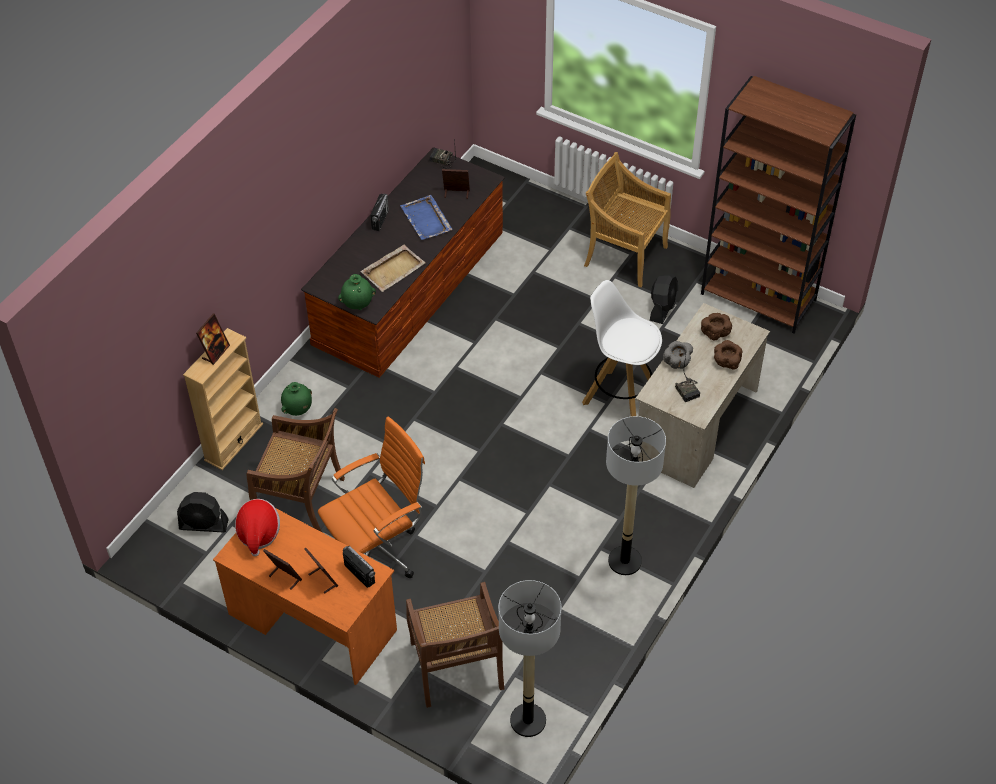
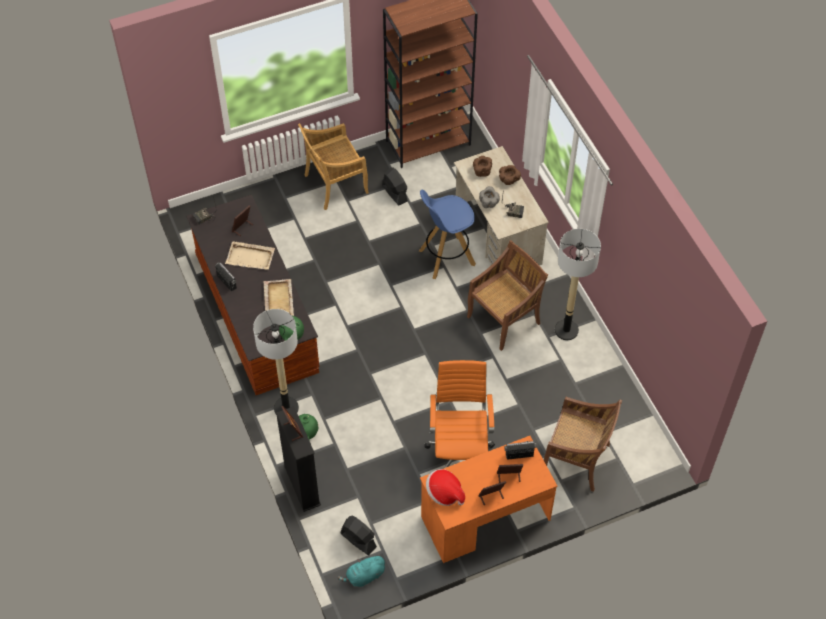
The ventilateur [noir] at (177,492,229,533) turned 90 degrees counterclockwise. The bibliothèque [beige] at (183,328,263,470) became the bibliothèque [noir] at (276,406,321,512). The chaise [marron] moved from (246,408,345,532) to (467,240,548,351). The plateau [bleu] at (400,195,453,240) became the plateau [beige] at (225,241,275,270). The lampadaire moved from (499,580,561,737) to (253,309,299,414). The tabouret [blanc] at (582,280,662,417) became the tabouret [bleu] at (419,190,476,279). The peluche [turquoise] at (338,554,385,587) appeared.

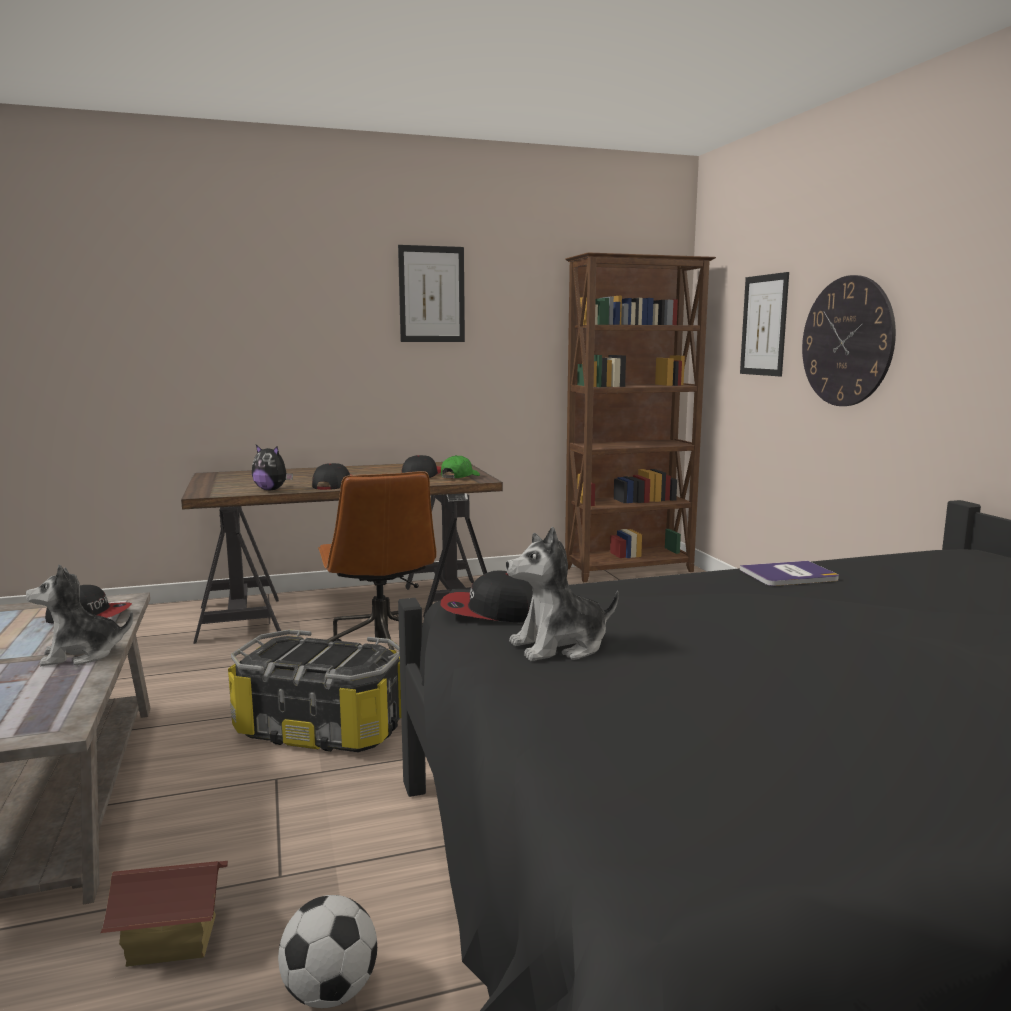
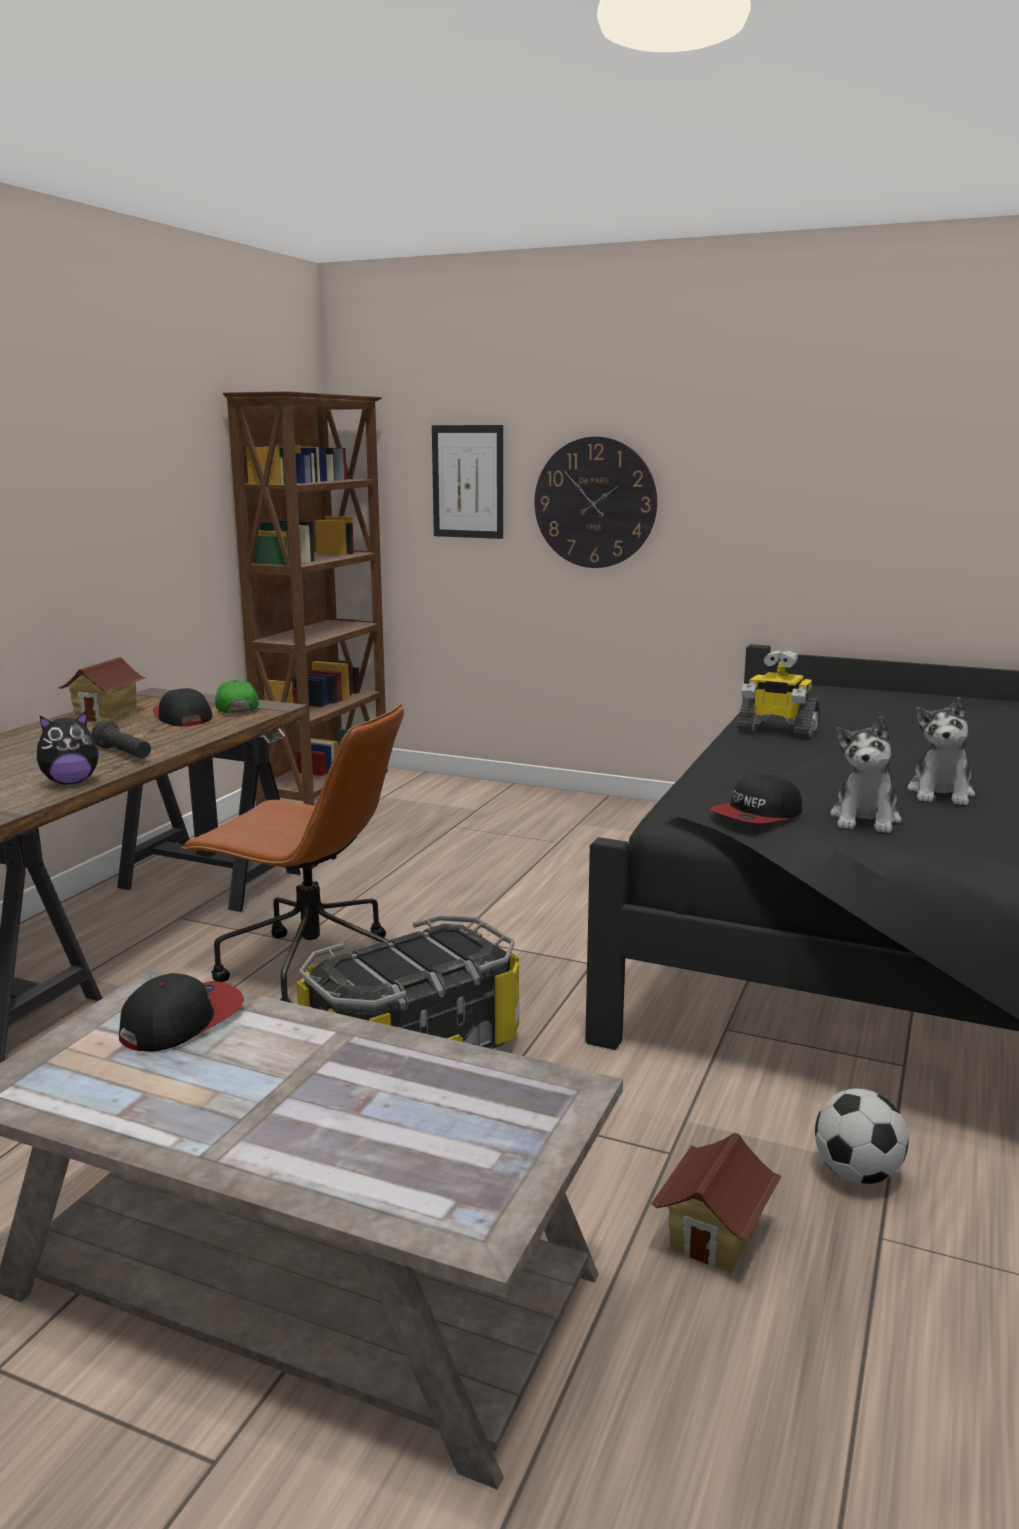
The peluche moved from (26,564,133,666) to (907,697,975,806). The casquette at (312,463,350,490) was replaced by the lampe de poche [noir] at (91,721,151,758). The tableau at (398,245,465,342) disappeared. The livre at (740,561,839,586) was replaced by the robot jouet at (737,650,820,739). The maison miniature at (58,657,147,722) appeared.

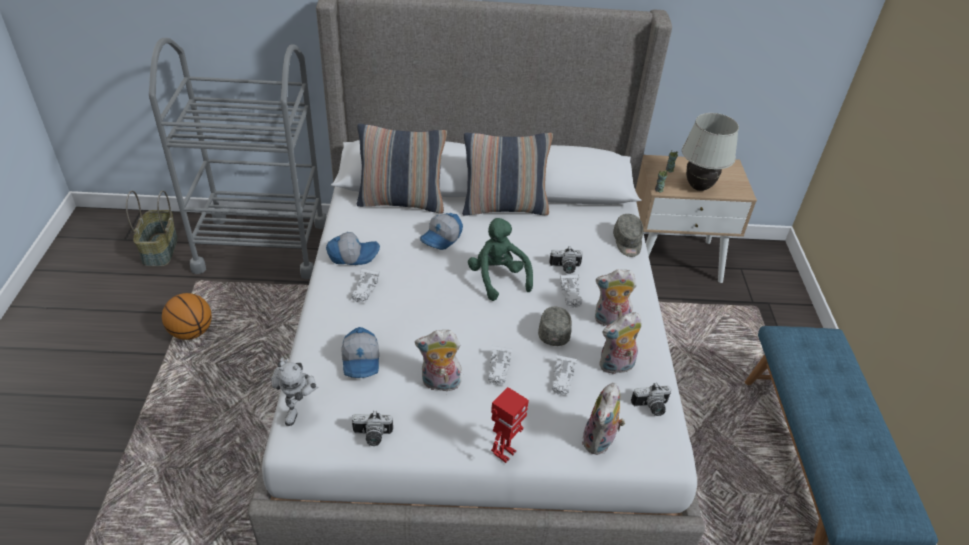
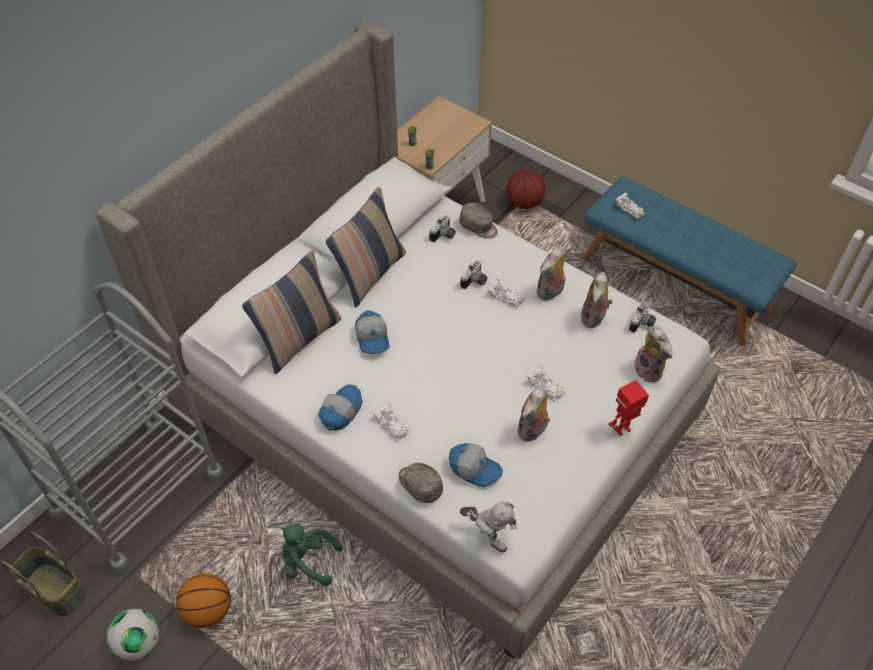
The appareil photo moved from (352,411,393,446) to (429,215,456,242). The peluche [vert] moved from (468,218,533,301) to (280,523,343,586). The robot jouet at (491,387,529,463) turned 105 degrees counterclockwise. The casquette [gris] moved from (538,307,572,346) to (398,463,443,503). The petite voiture [blanc] moved from (552,355,577,396) to (615,192,645,219). The lampe de table [blanc] at (682,113,739,191) disappeared. The ballon de foot at (107,609,159,661) appeared. The ballon de basket at (506,169,546,209) appeared.

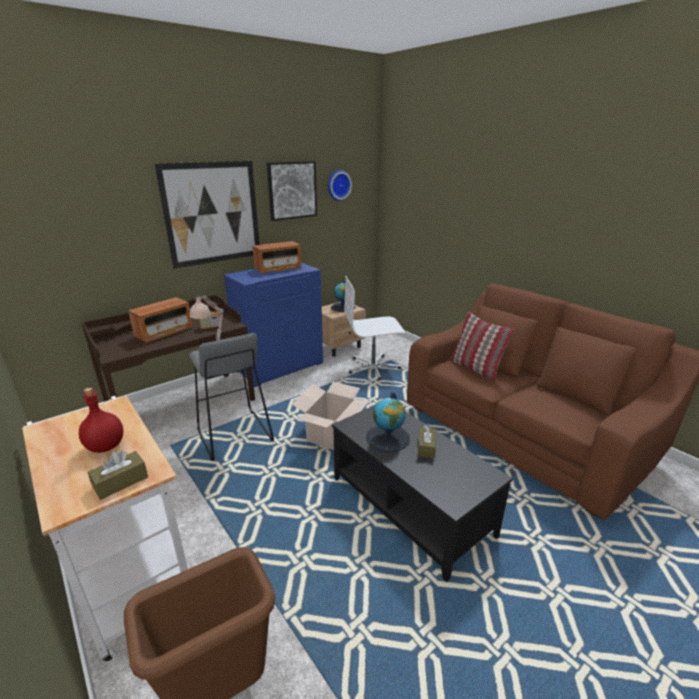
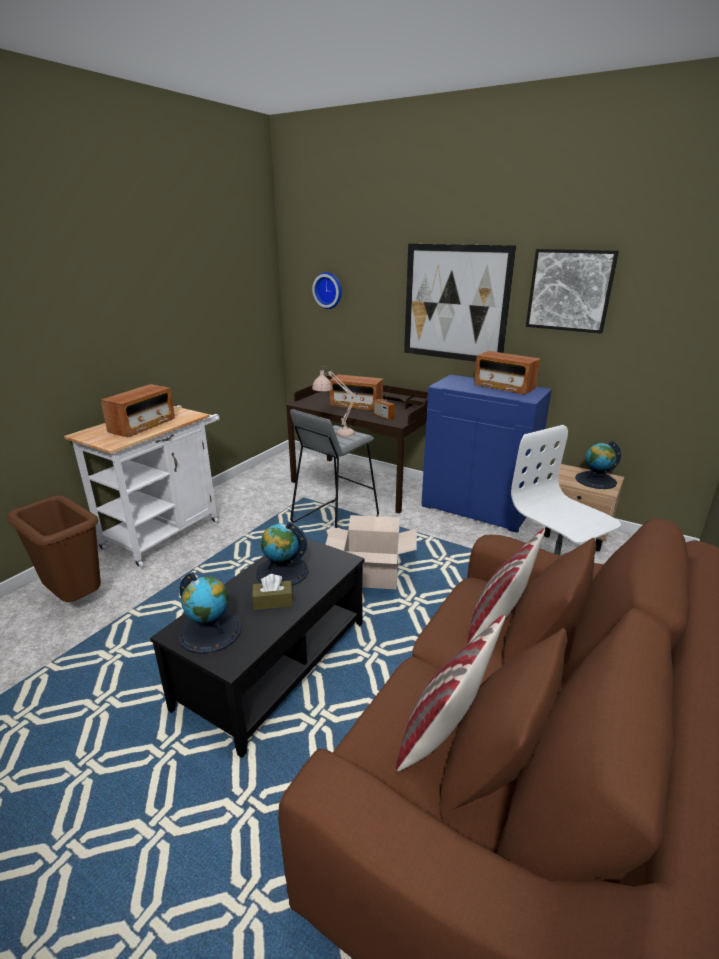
The bouteille [rouge] at (79,388,123,453) was replaced by the radio at (100,384,175,437). The boîte à mouchoirs [marron] at (88,450,148,500) disappeared. The horloge murale moved from (328,170,352,201) to (312,272,342,309). The globe at (178,572,242,654) appeared. The coussin at (396,615,505,771) appeared.

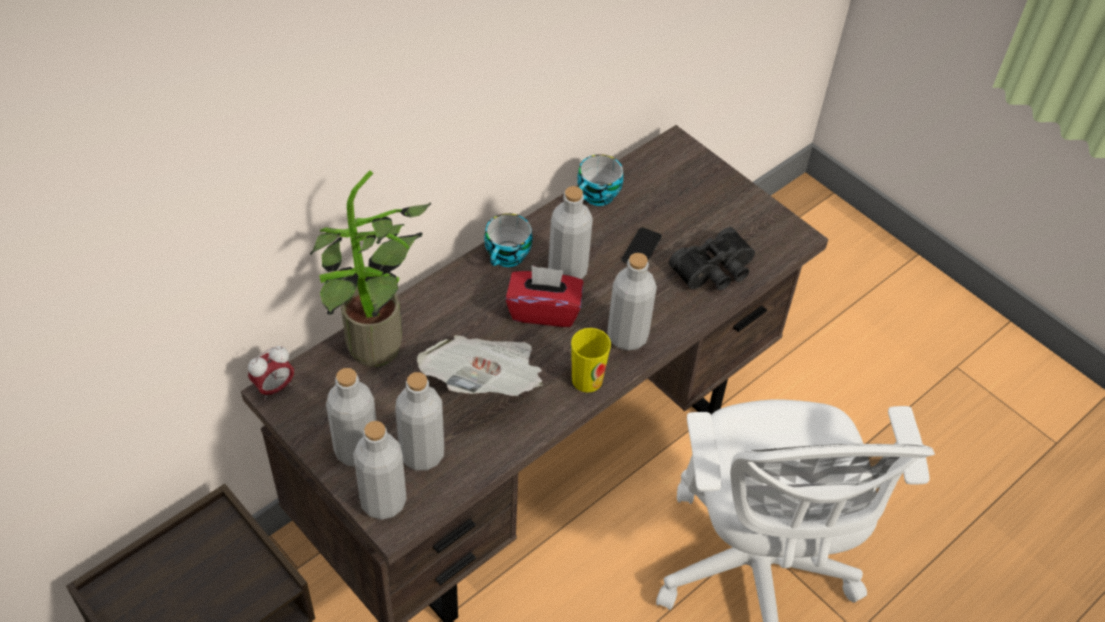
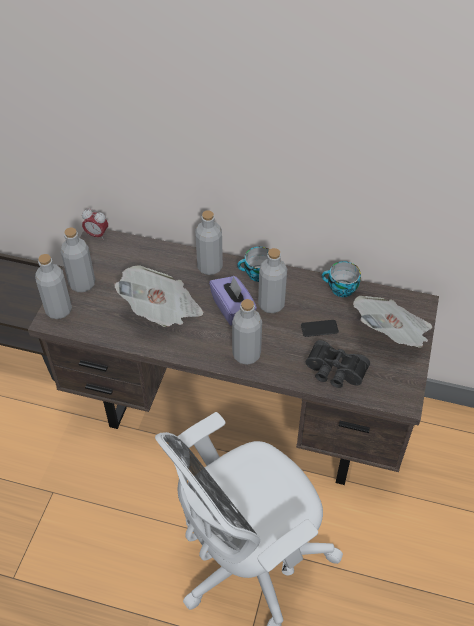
The plante en pot at (310,171,431,367) disappeared. The bouteille [gris] moved from (395,372,444,470) to (195,210,223,275). The boîte à mouchoirs [rouge] at (505,265,583,327) became the boîte à mouchoirs [violet] at (209,276,257,326). The tasse at (571,328,611,392) disappeared. The journal at (353,296,432,348) appeared.

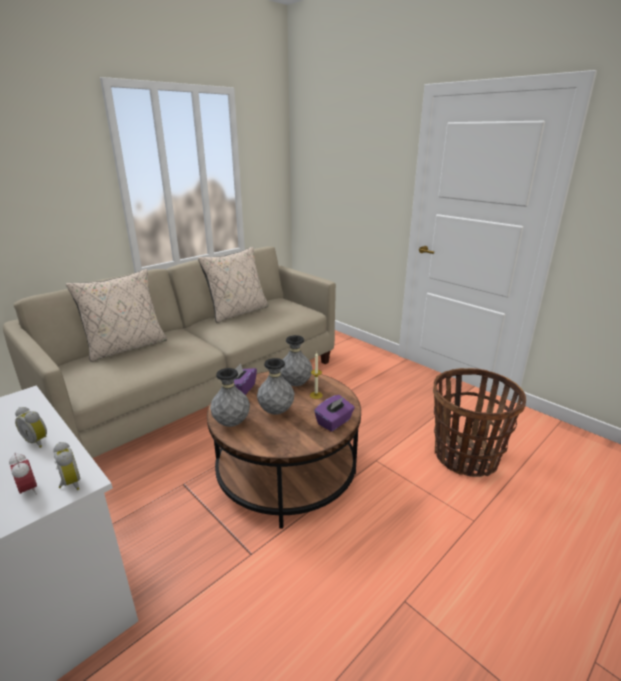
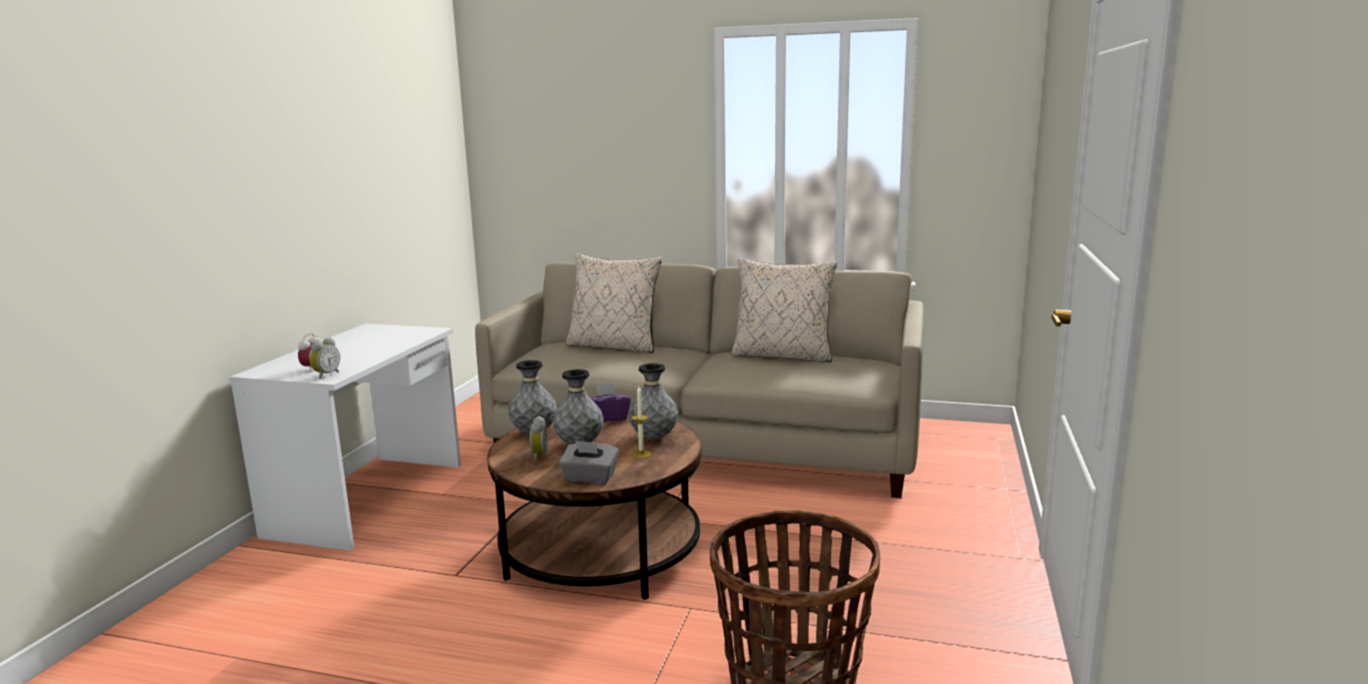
The réveil moved from (15,407,47,448) to (530,416,551,461). The boîte à mouchoirs [violet] at (314,395,355,431) became the boîte à mouchoirs [gris] at (559,441,619,484).

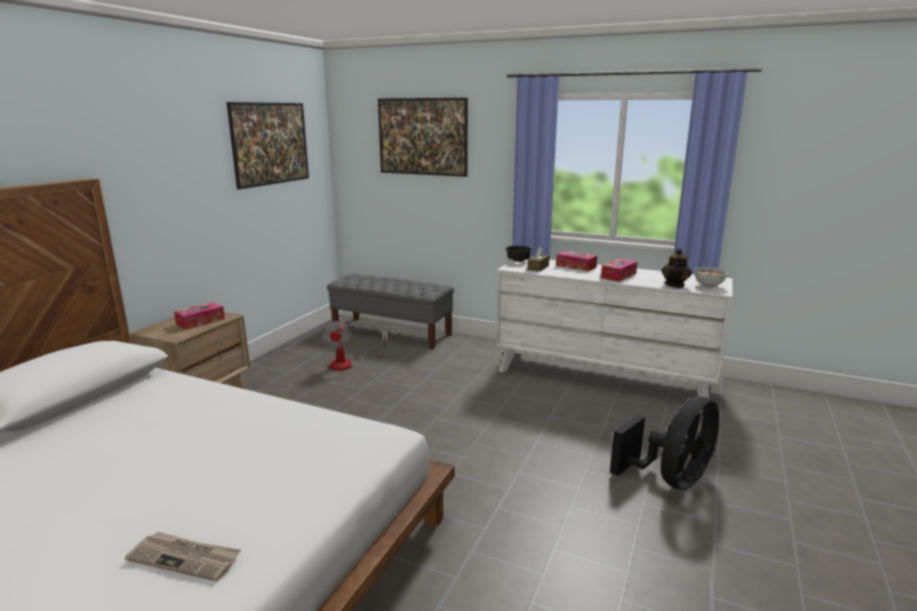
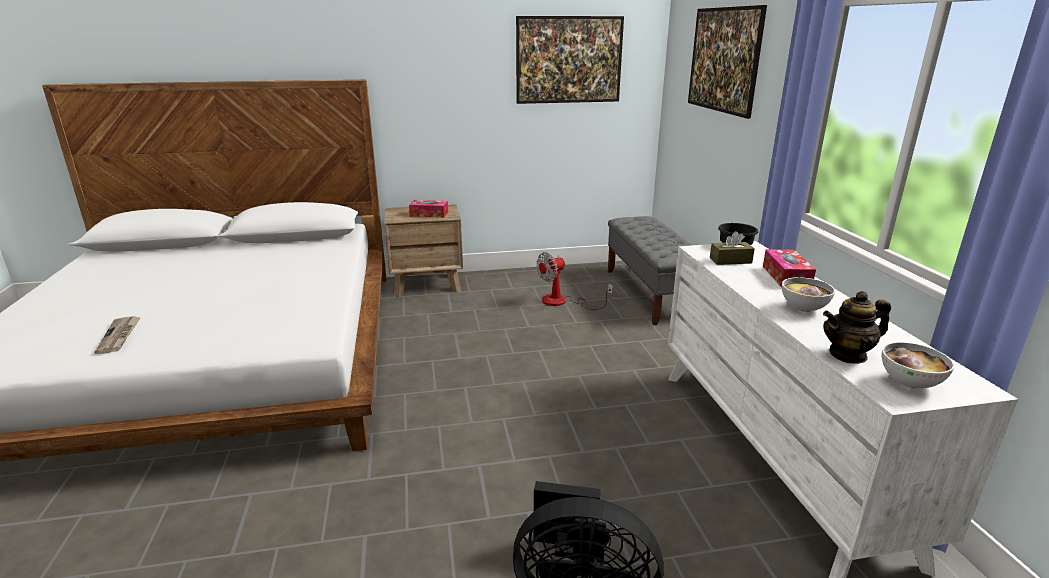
The boîte à mouchoirs at (601,259,637,282) was replaced by the bol at (782,277,835,312).

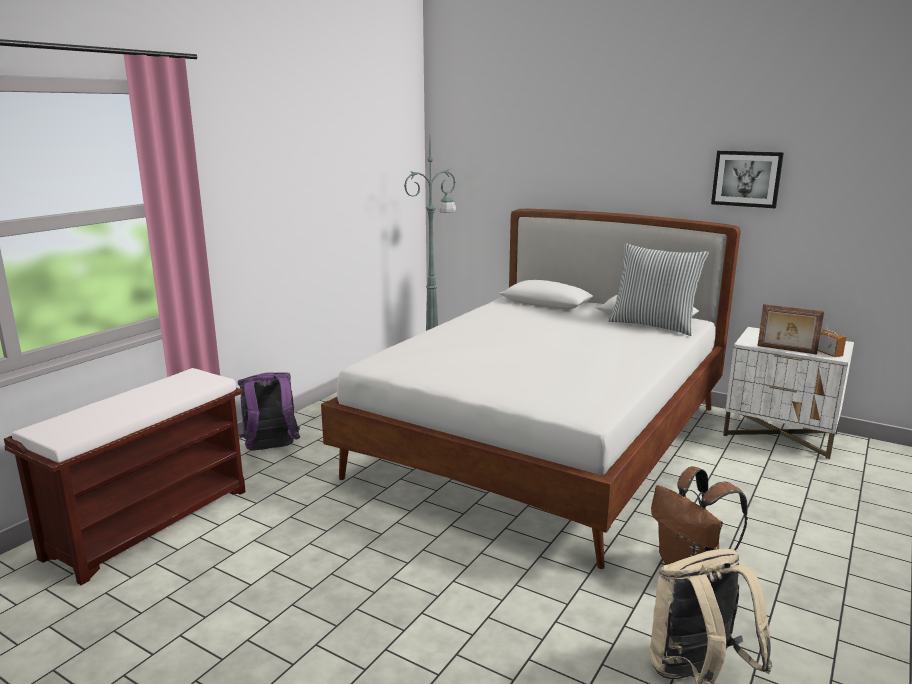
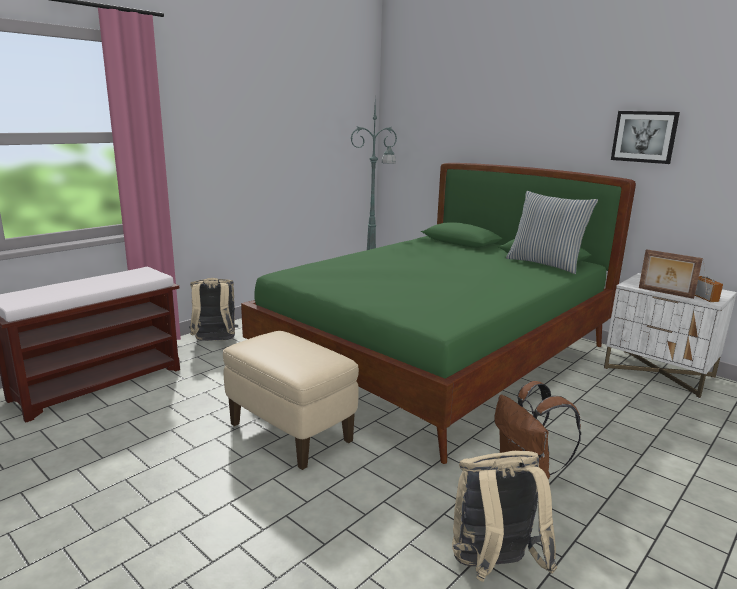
The sac à dos [violet] at (238,372,300,451) became the sac à dos [beige] at (189,278,238,341). The lit [blanc] at (321,209,741,569) became the lit [vert] at (241,163,636,464). The pouf [beige] at (223,331,359,470) appeared.

